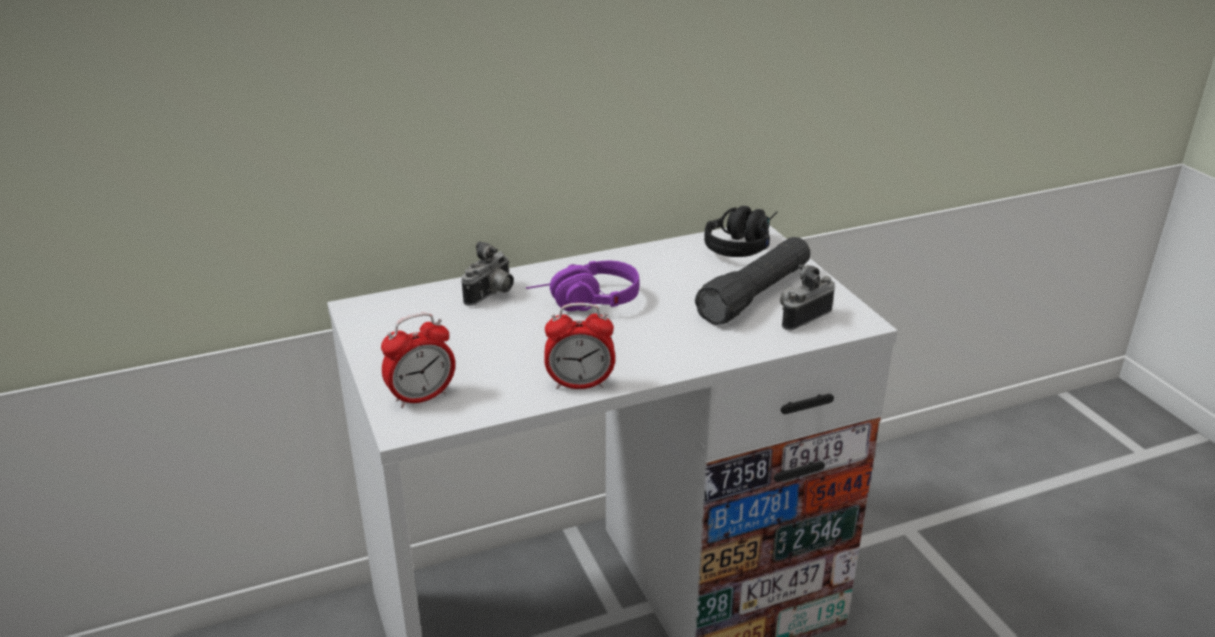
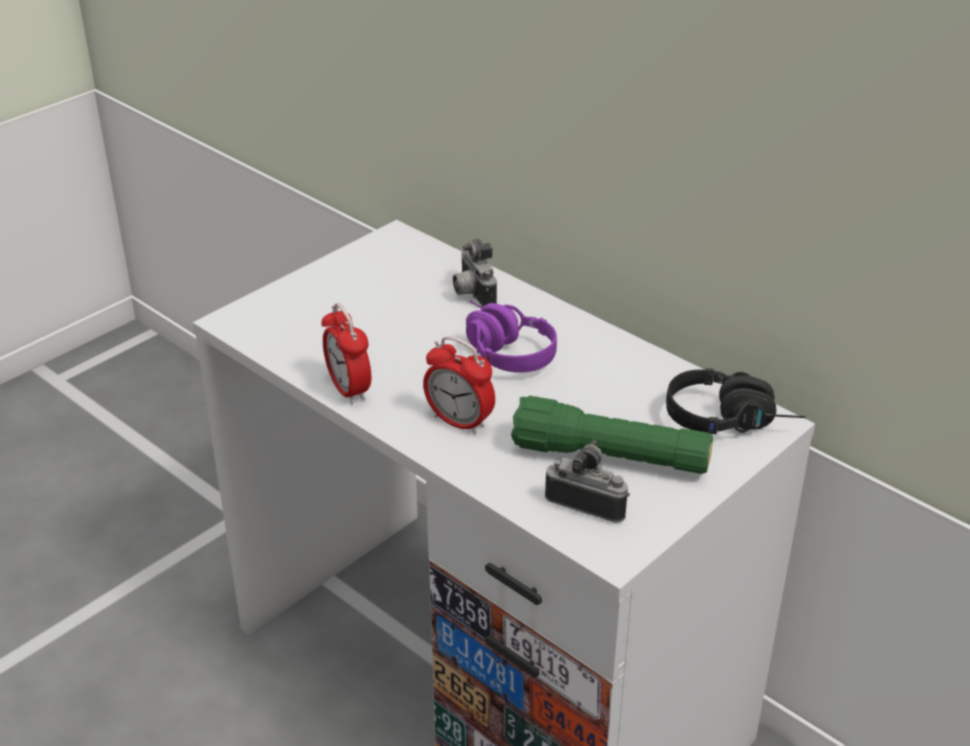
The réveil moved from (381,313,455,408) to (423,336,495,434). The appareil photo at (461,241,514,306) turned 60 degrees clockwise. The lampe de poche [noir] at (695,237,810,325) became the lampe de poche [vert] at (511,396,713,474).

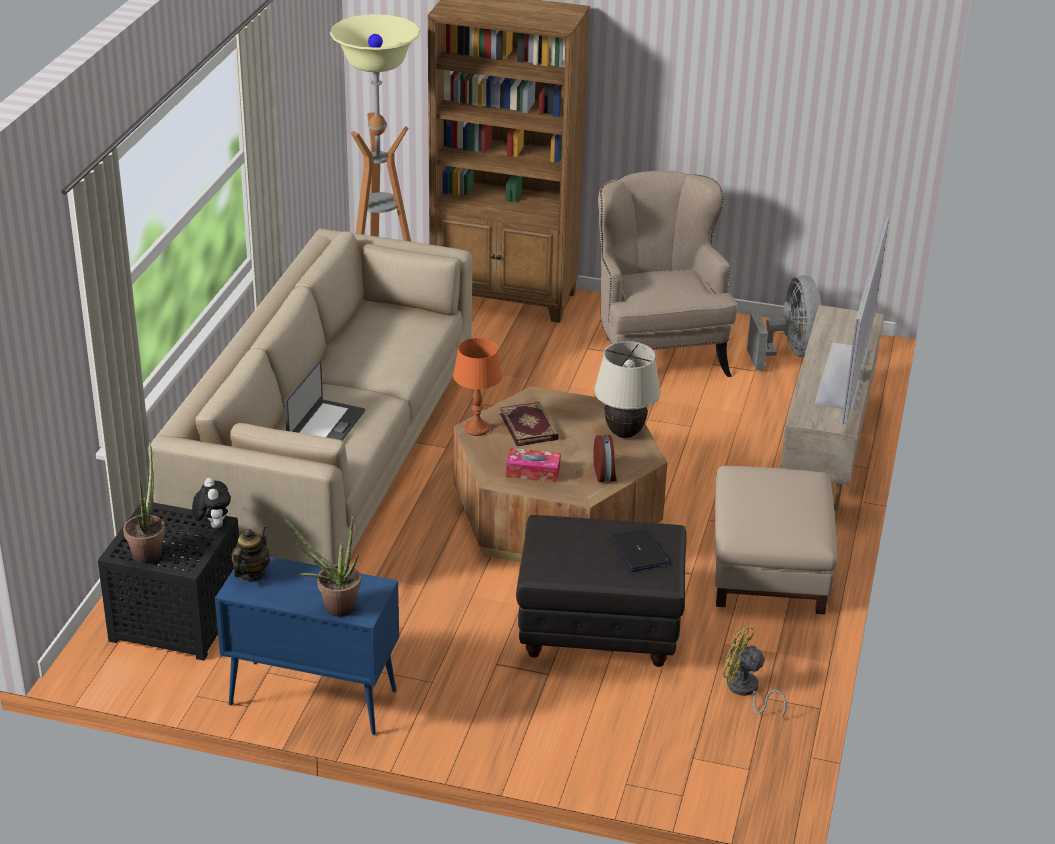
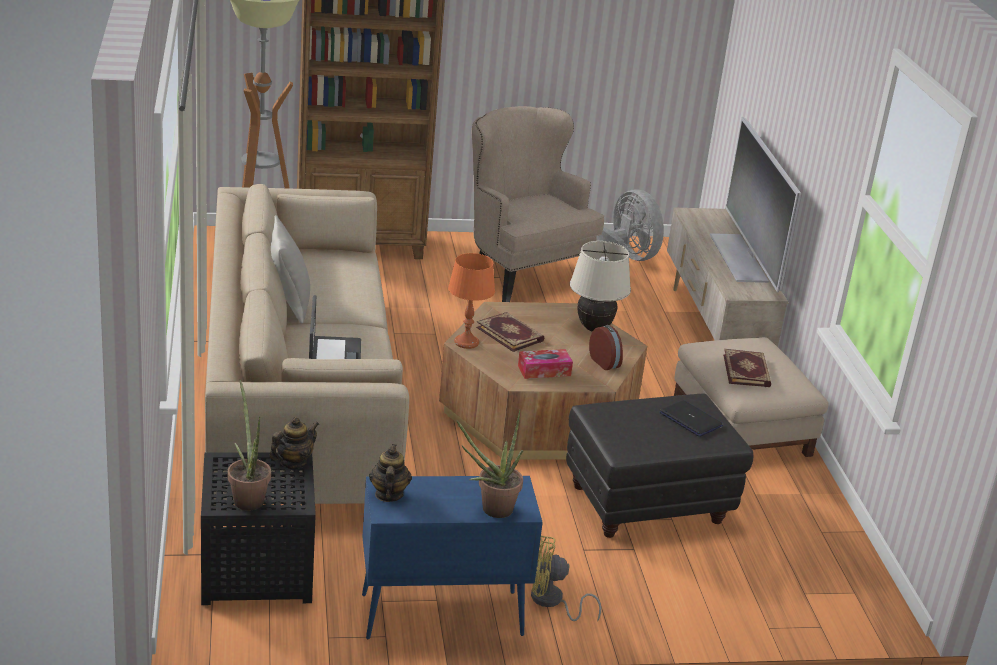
The peluche at (192,478,231,528) was replaced by the théière at (269,417,319,469). The ventilateur [jaune] moved from (723,624,786,719) to (531,536,601,621). The coussin [gris] at (271,215,310,324) appeared. The livre at (723,349,771,387) appeared.

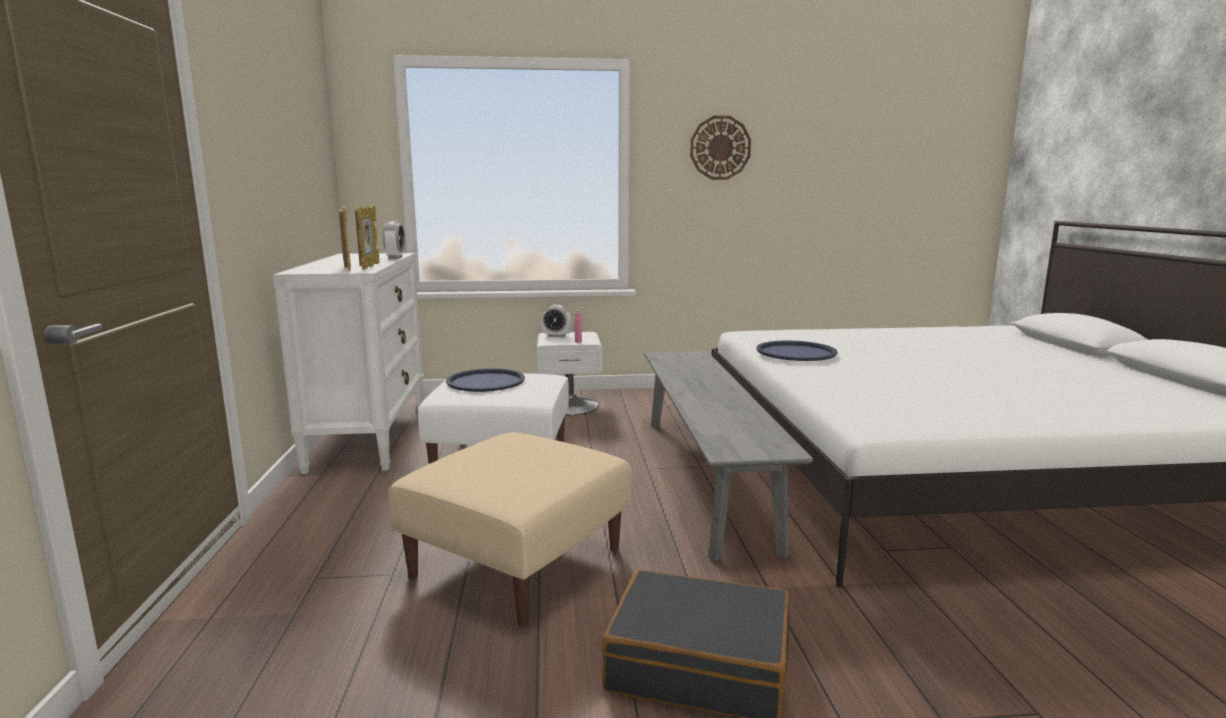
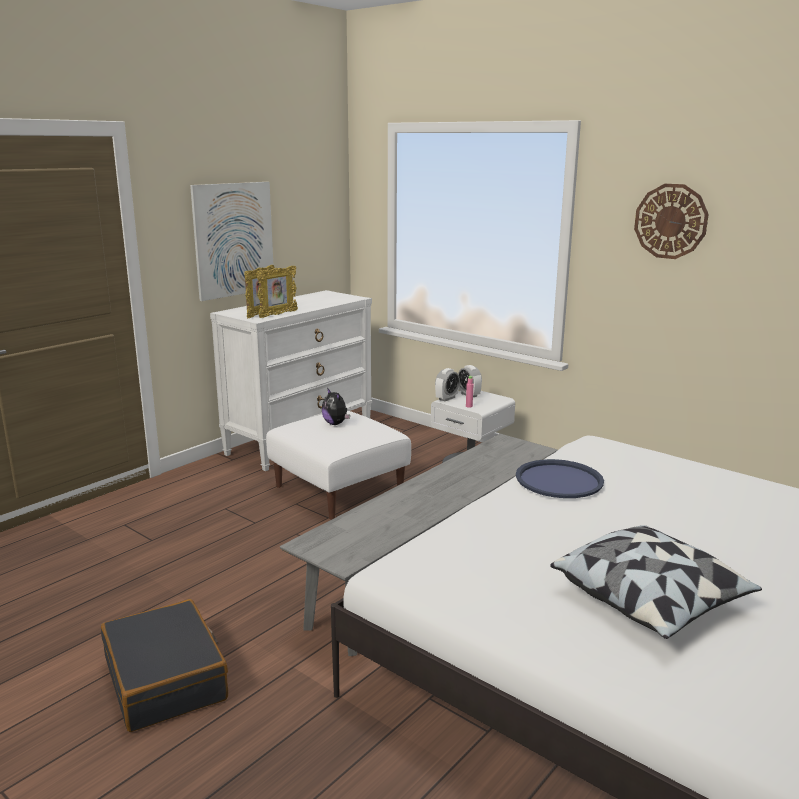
The réveil moved from (383,221,405,259) to (435,368,460,401). The pouf [beige] at (388,432,631,626) disappeared. The plateau [bleu] at (446,368,525,392) was replaced by the peluche at (322,388,350,425). The tableau at (190,182,273,301) appeared. The coussin at (550,525,762,639) appeared.

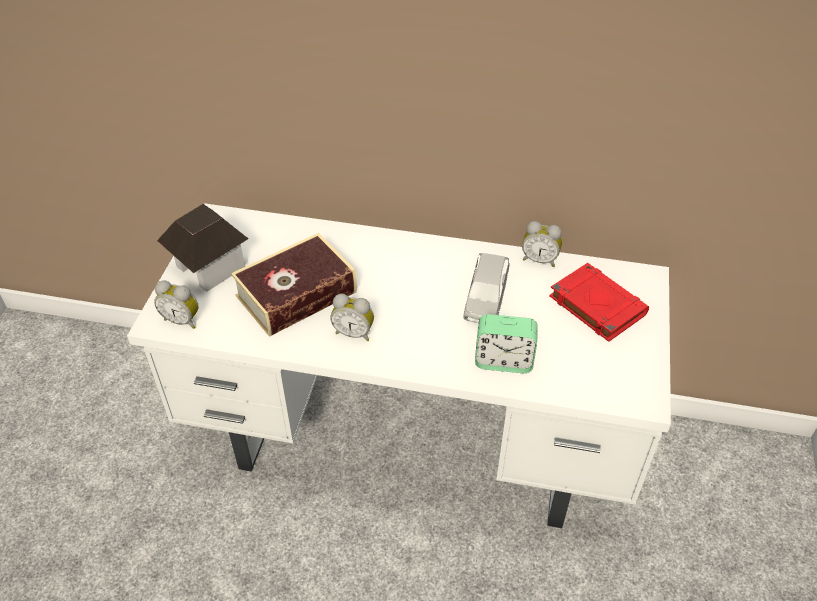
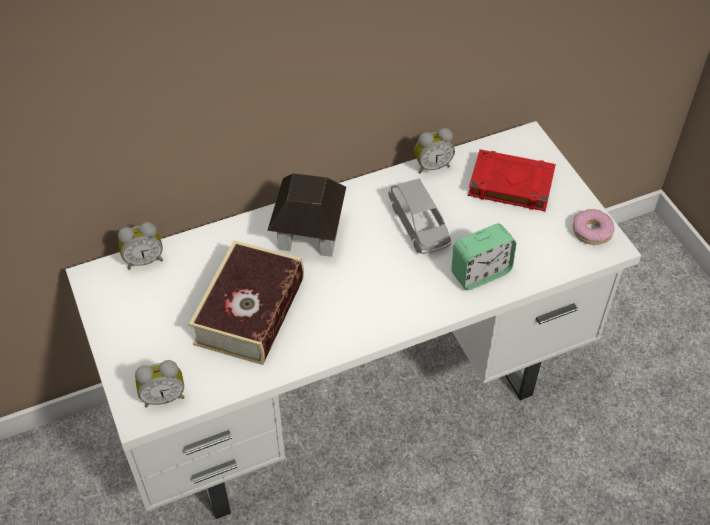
The maison miniature moved from (157,204,248,292) to (267,173,346,257). The réveil moved from (330,294,374,341) to (118,222,163,269). The beignet at (573,209,614,245) appeared.

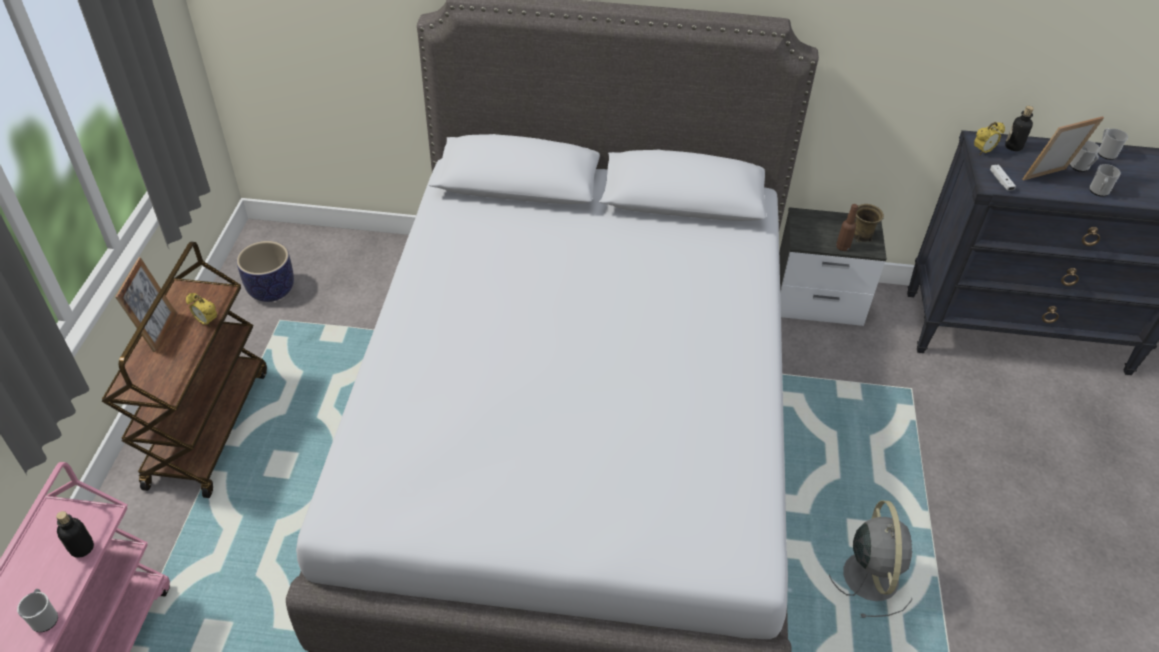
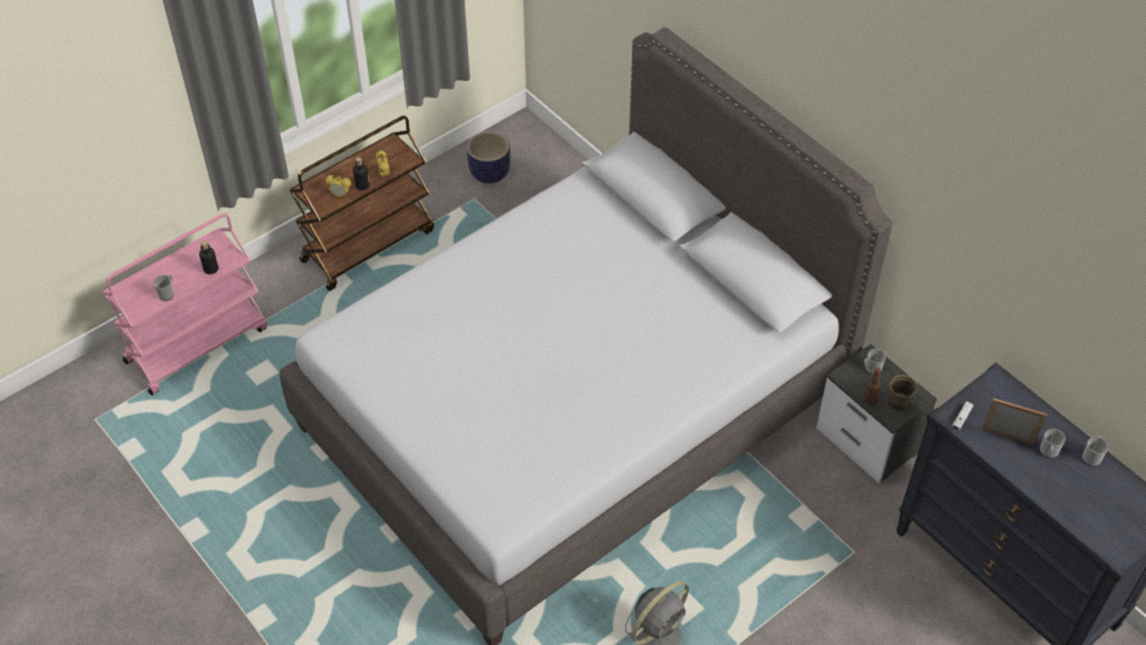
The cadre photo at (115,257,176,352) disappeared. The réveil moved from (974,122,1005,155) to (325,175,351,198). The bouteille moved from (1005,106,1034,151) to (353,157,370,190). The mug moved from (1089,164,1121,197) to (864,349,886,375).

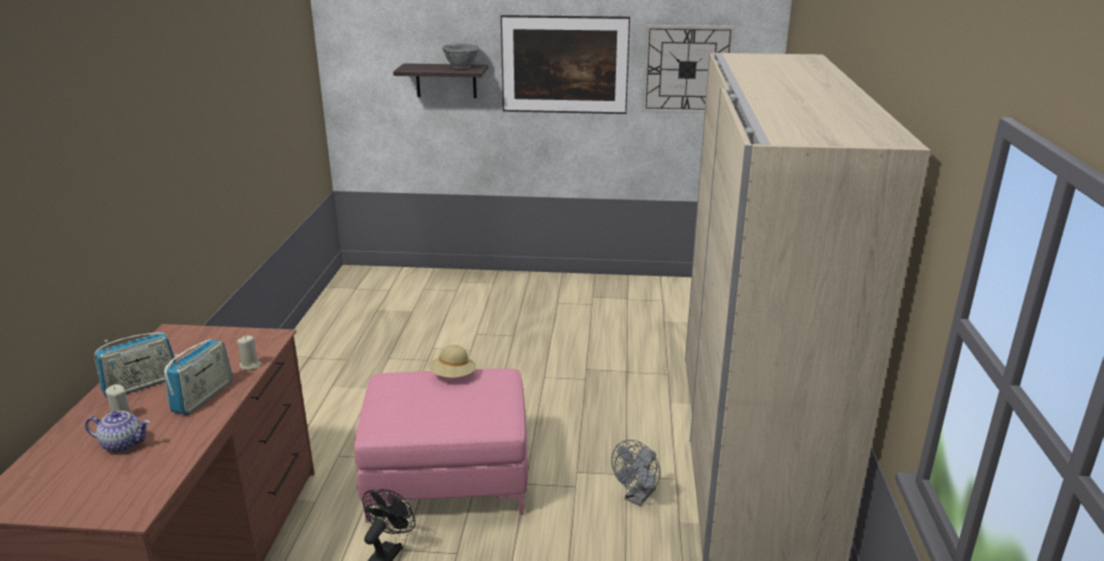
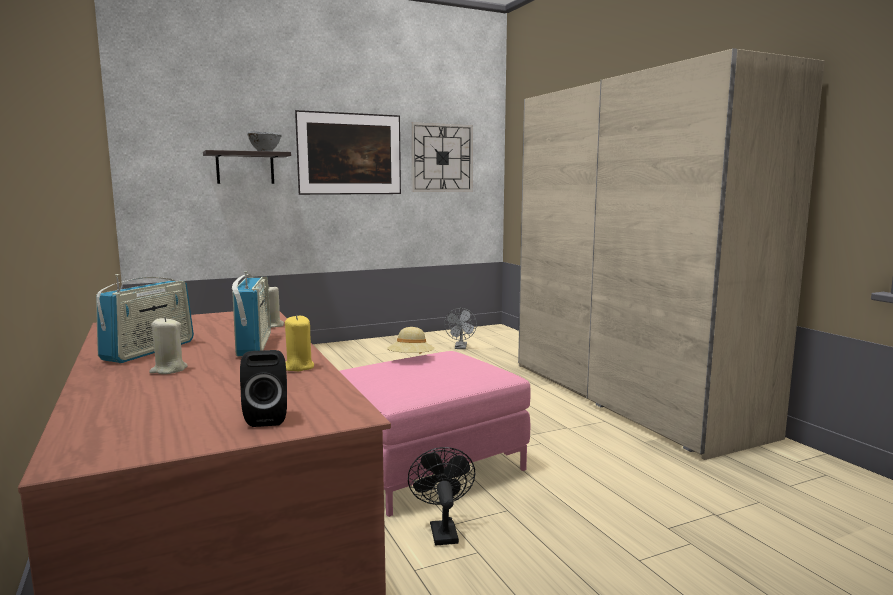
The théière at (85,411,150,453) disappeared. The ventilateur [gris] moved from (611,440,661,506) to (444,308,477,349). The enceinte [noir] at (240,350,287,427) appeared. The bougie [jaune] at (285,315,314,371) appeared.

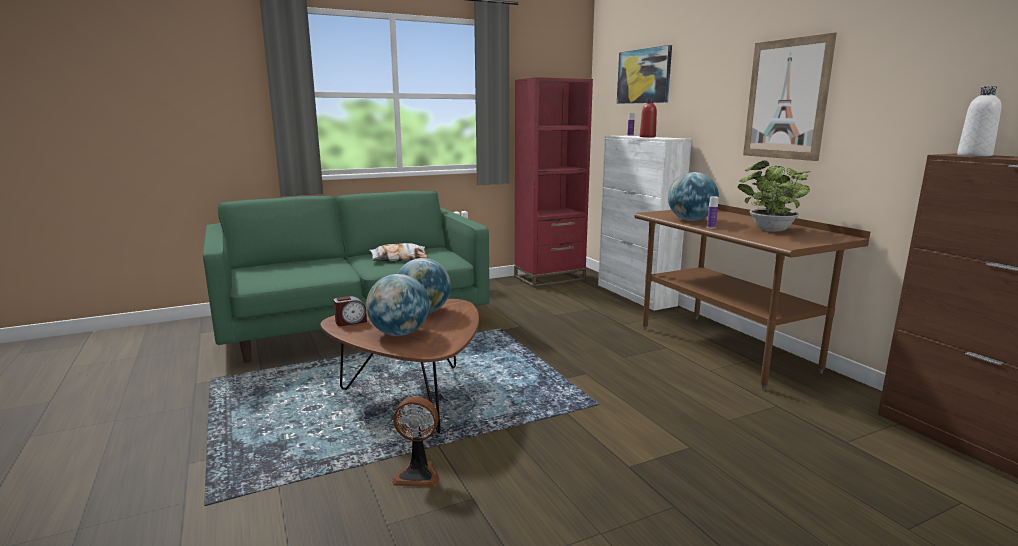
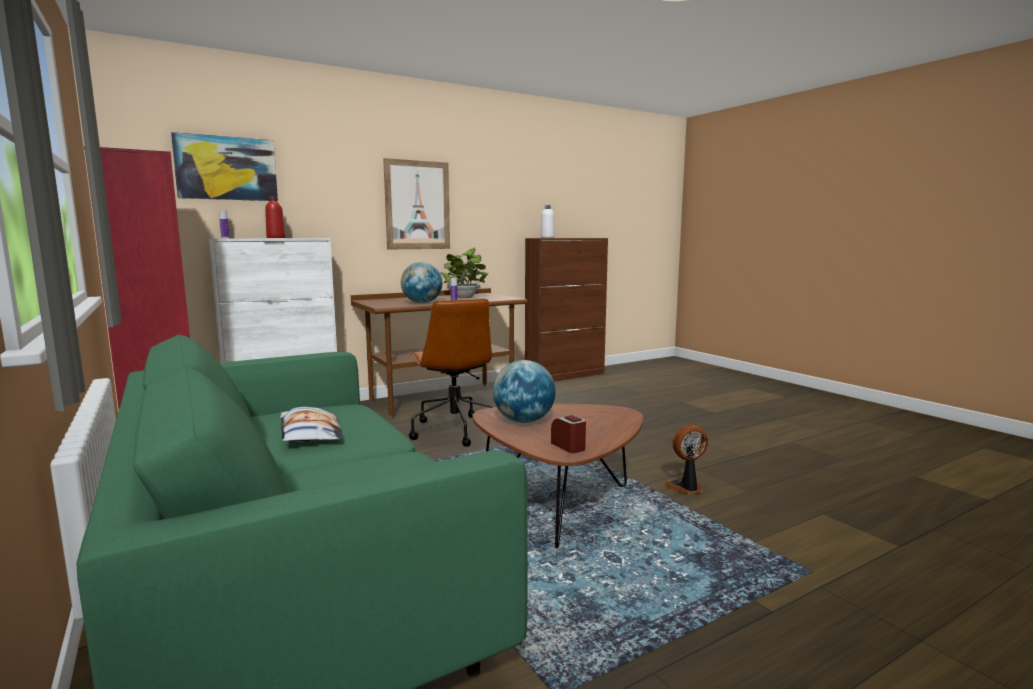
The globe at (366,274,429,336) disappeared. The ventilateur at (391,397,439,487) turned 105 degrees counterclockwise. The chaise de bureau [marron] at (409,299,496,447) appeared.

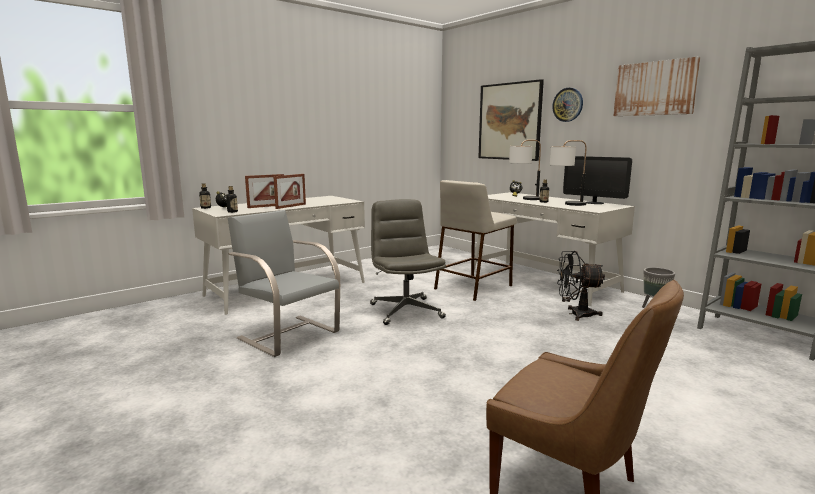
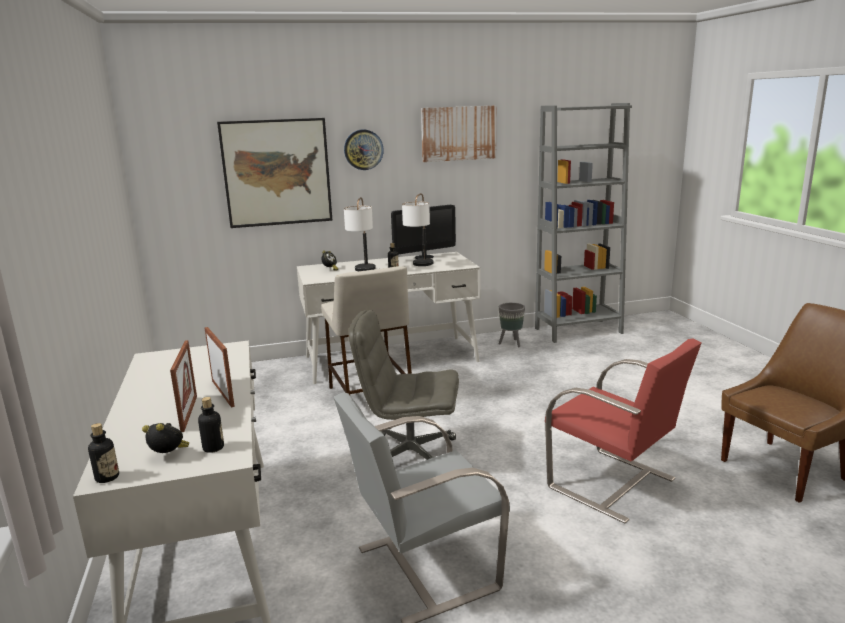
The ventilateur [noir] at (557,251,605,321) disappeared. The chaise [rouge] at (545,339,701,524) appeared.

